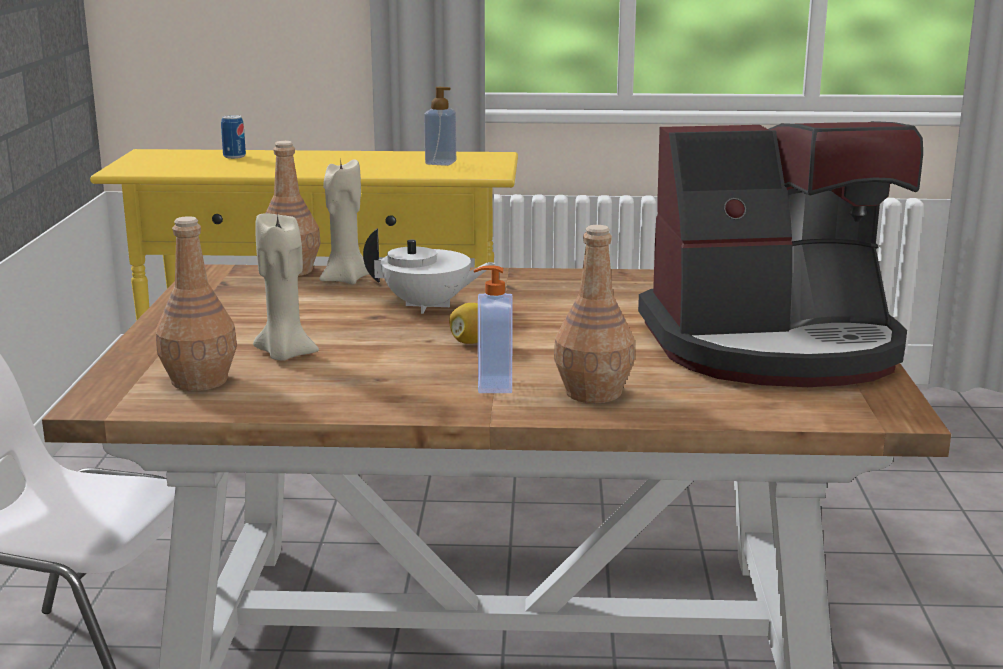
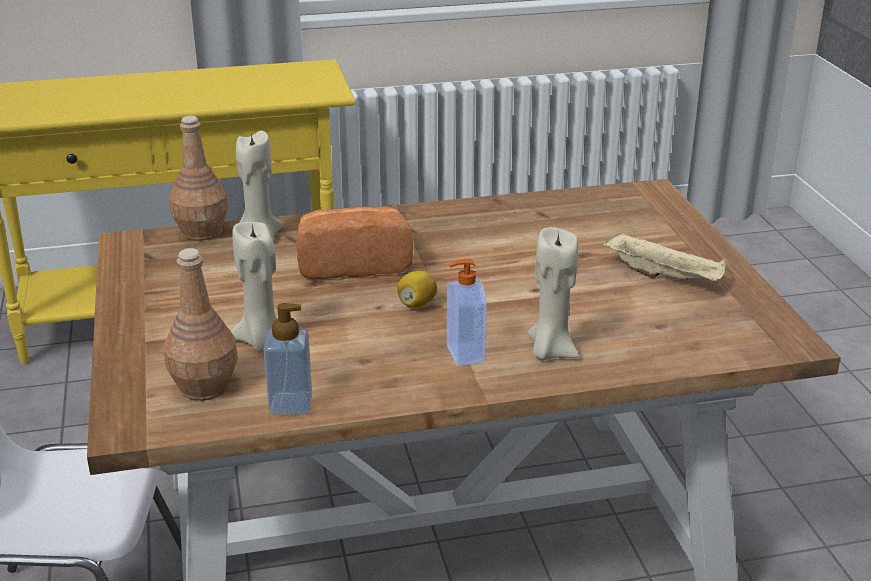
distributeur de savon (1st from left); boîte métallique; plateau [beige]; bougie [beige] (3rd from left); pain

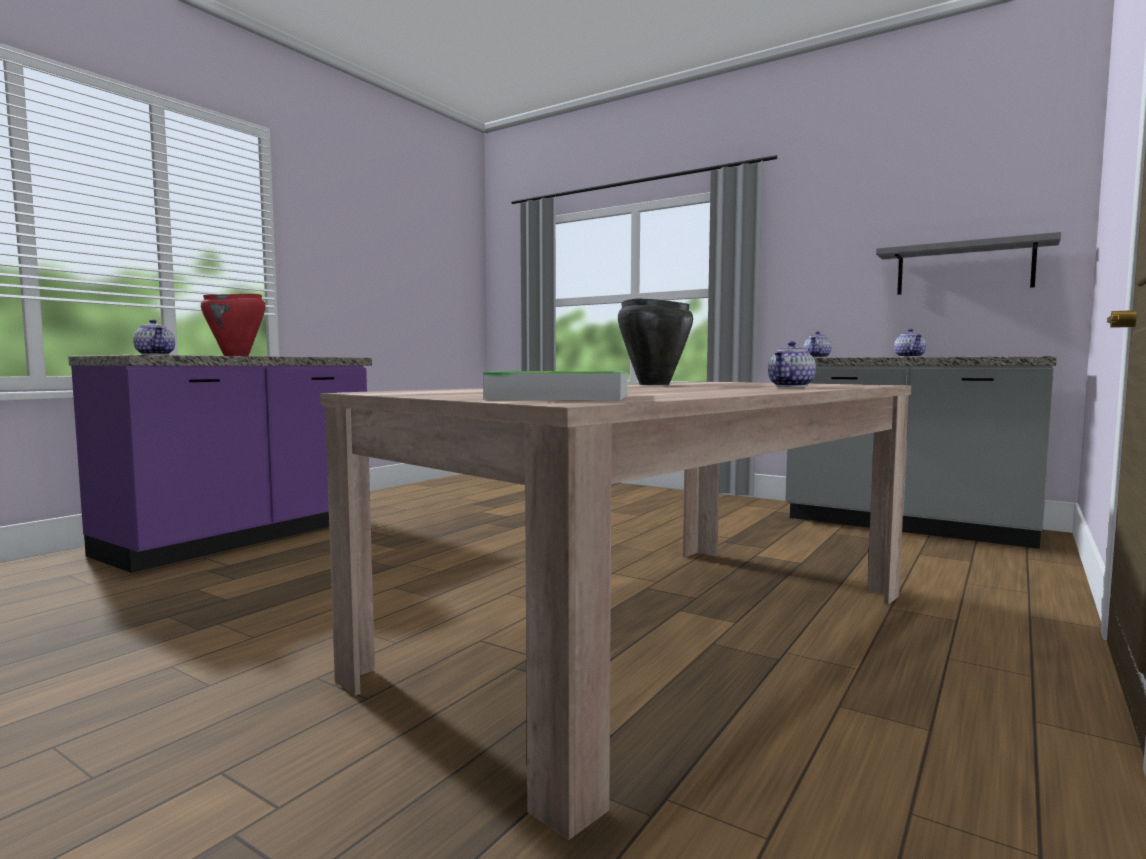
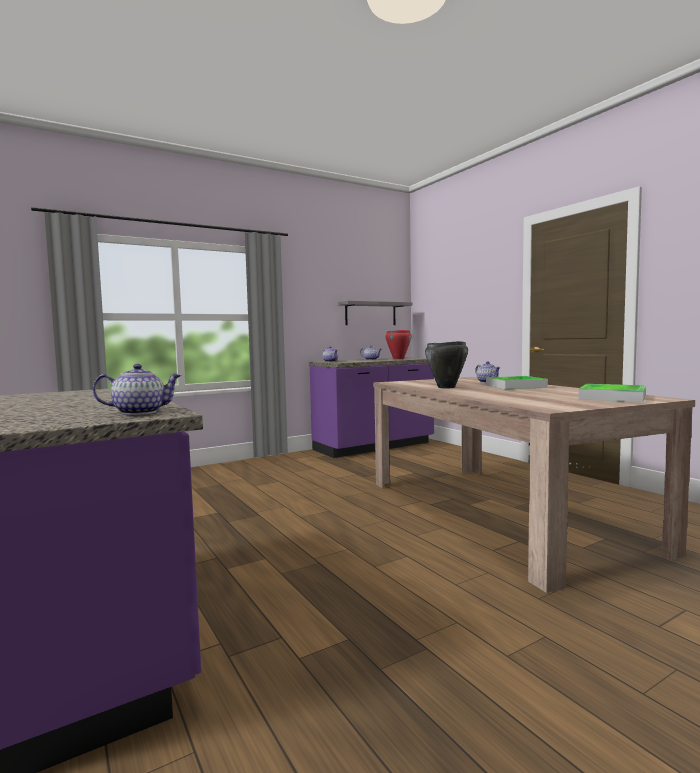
marmite [rouge]; comptoir de cuisine [violet] (2nd from left); plateau (1st from left)

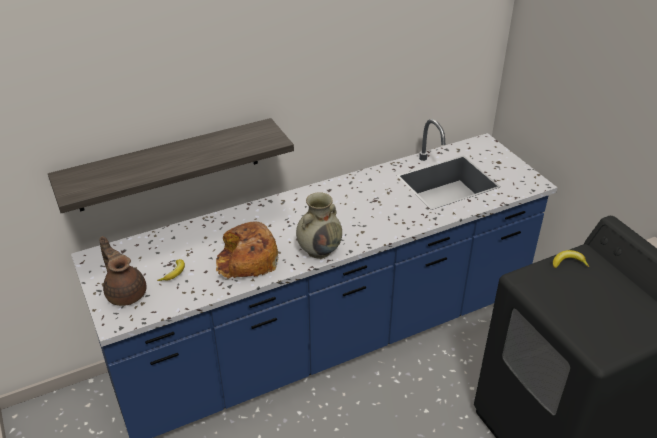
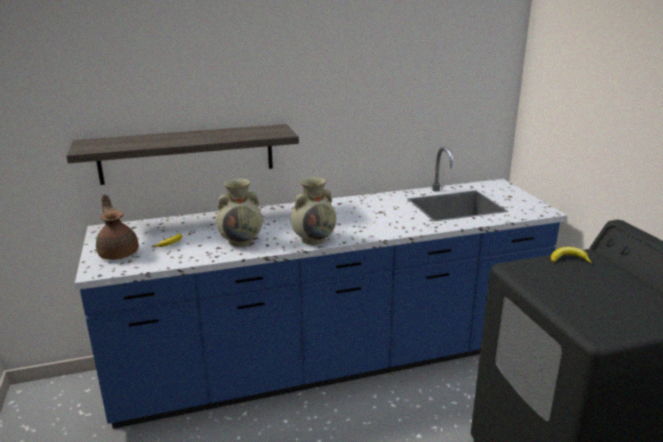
vase [beige] (1st from left)

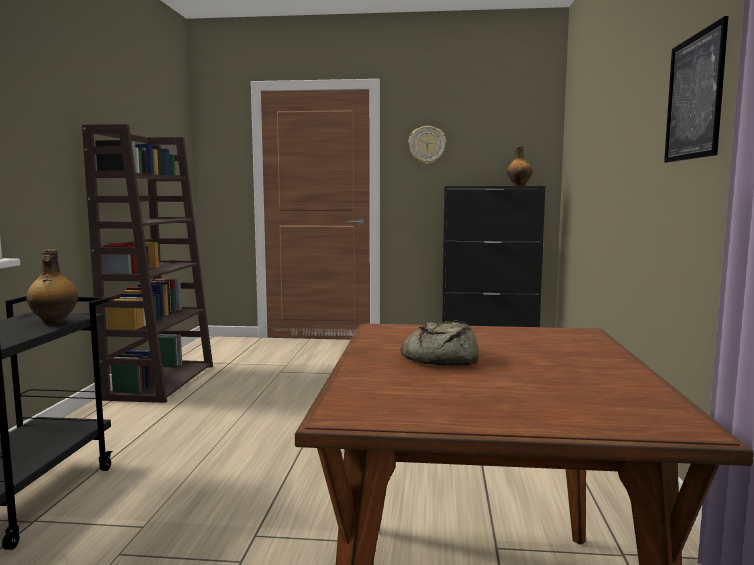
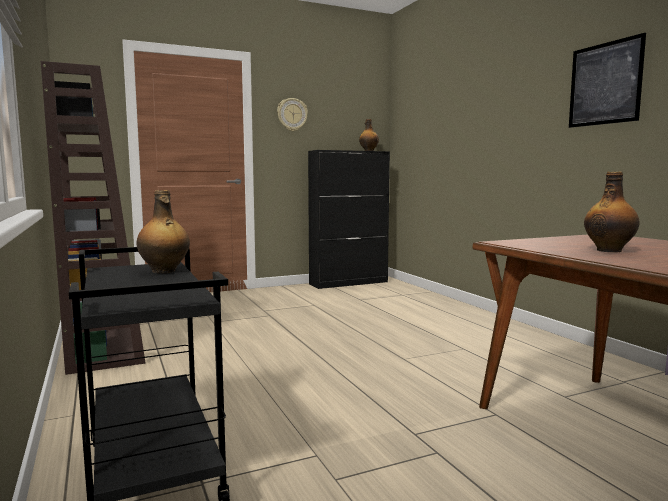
bouteille (3rd from left)

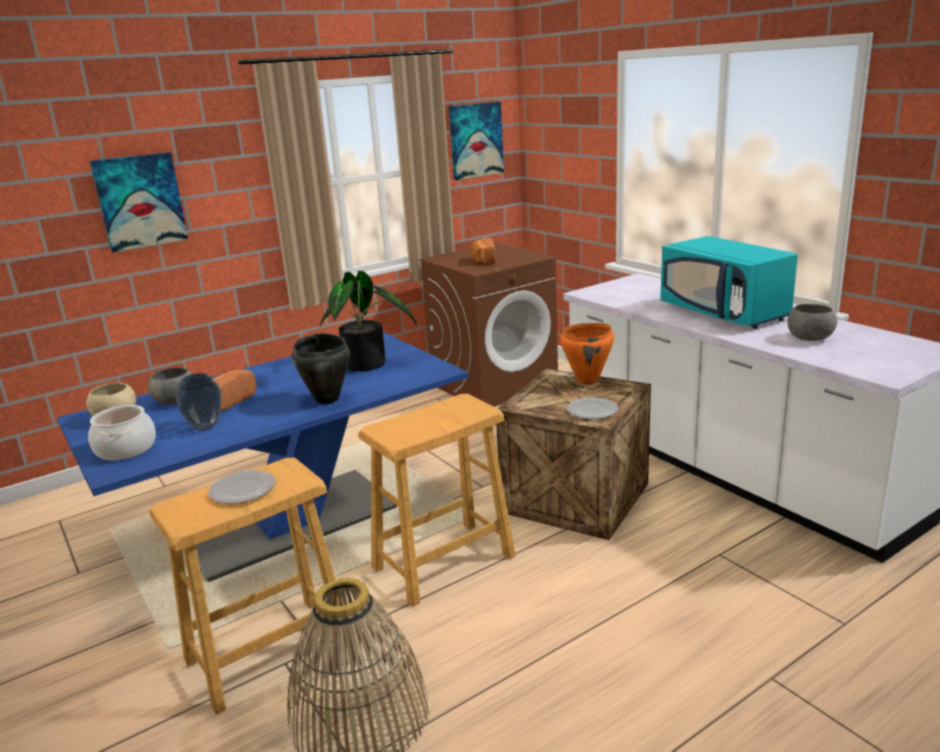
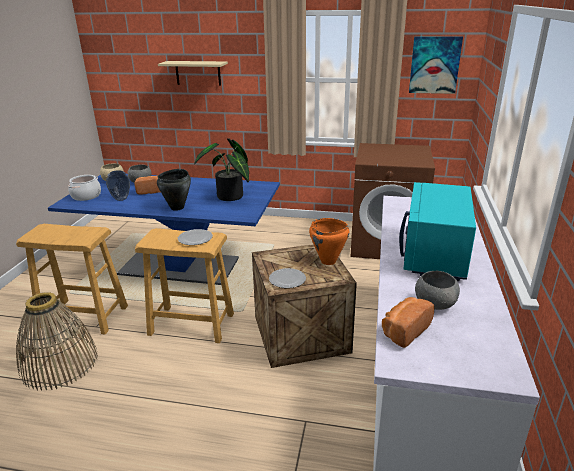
étagère [beige]; pain (2nd from left); assiette (1st from left)

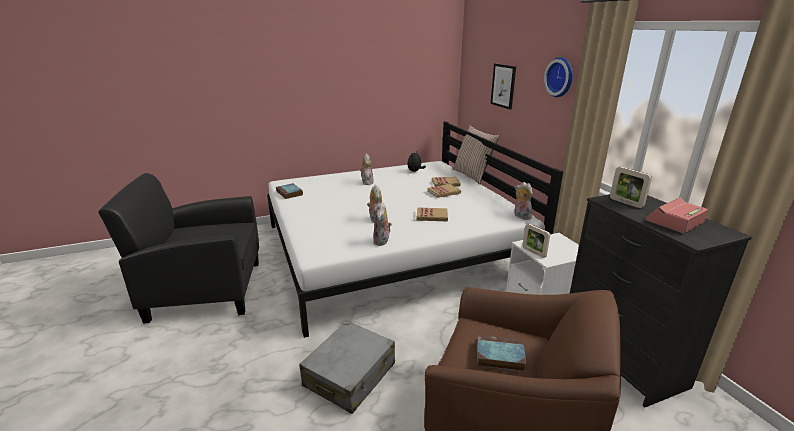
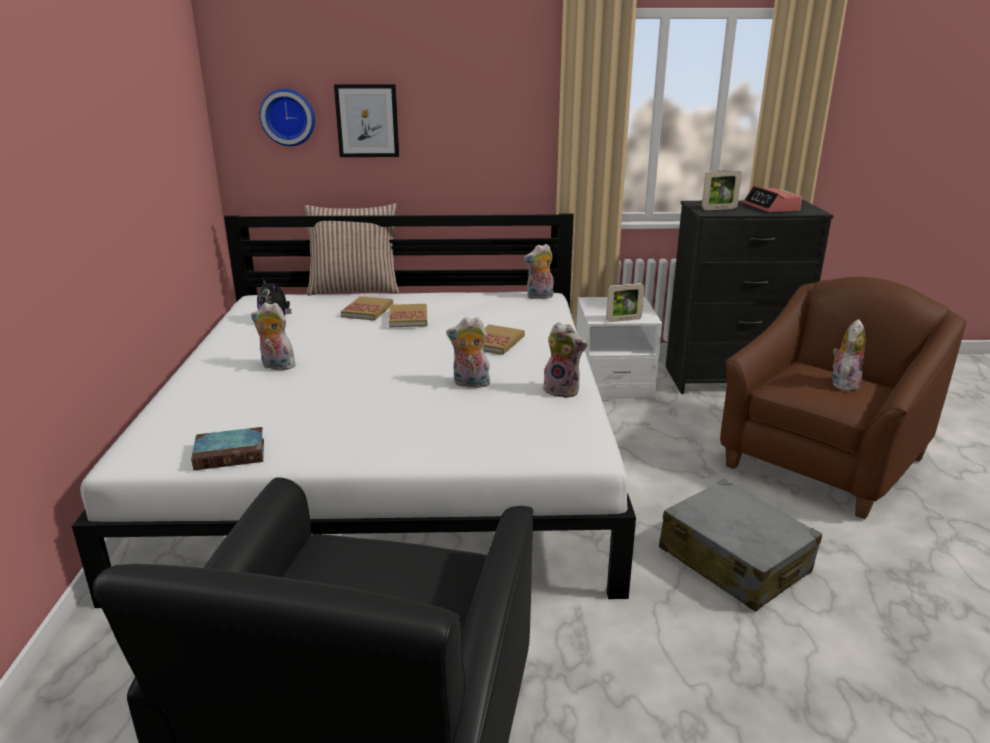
horloge murale; peluche (6th from left)

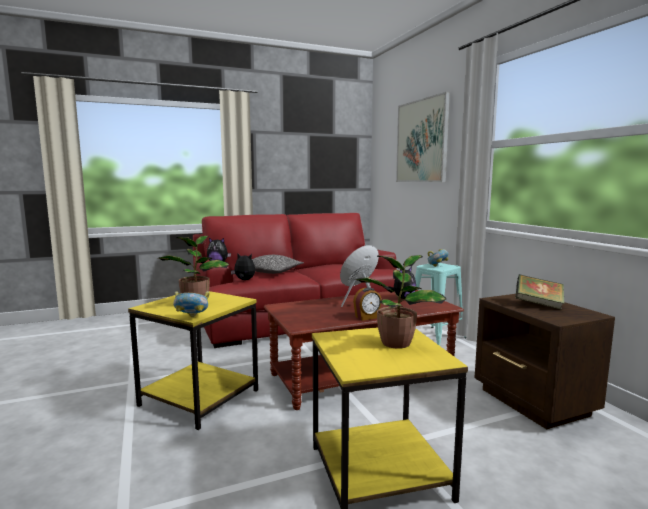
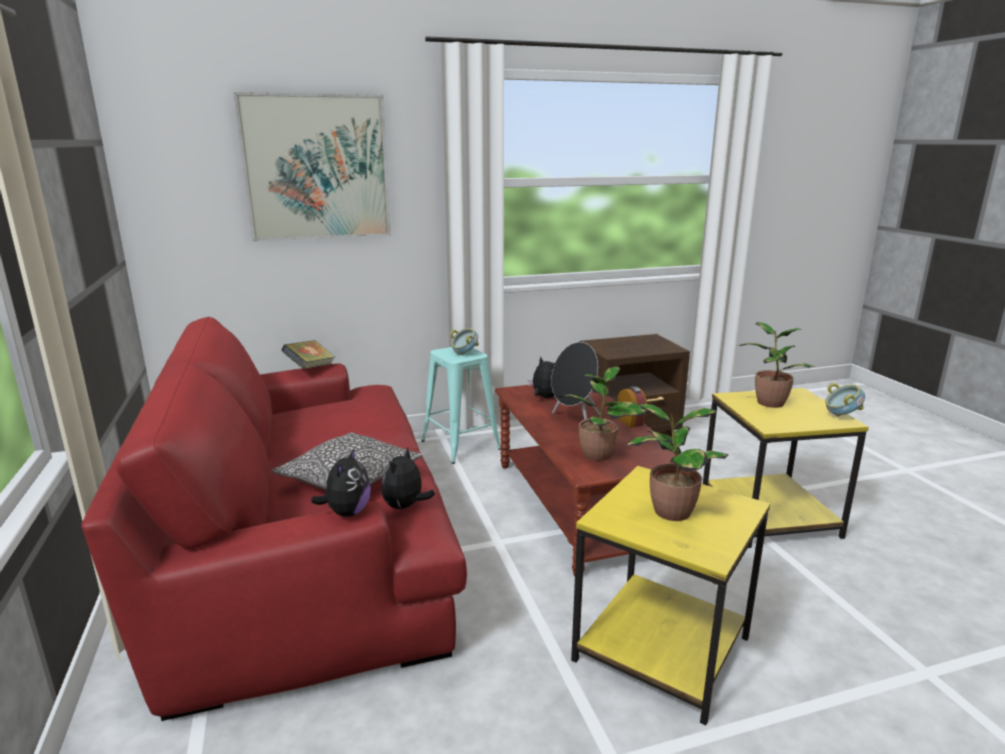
livre; bol (2nd from left); plante en pot (1st from left)

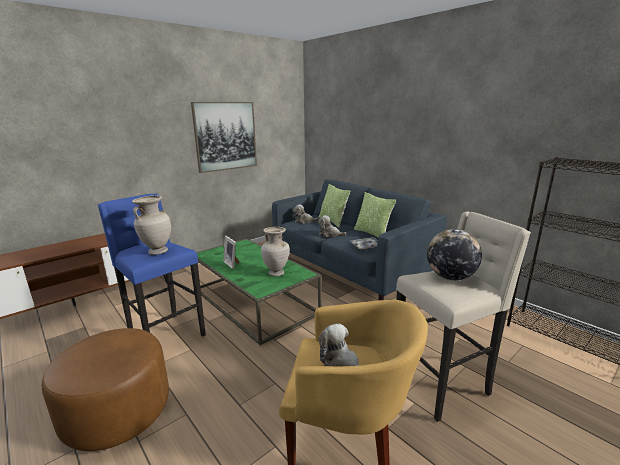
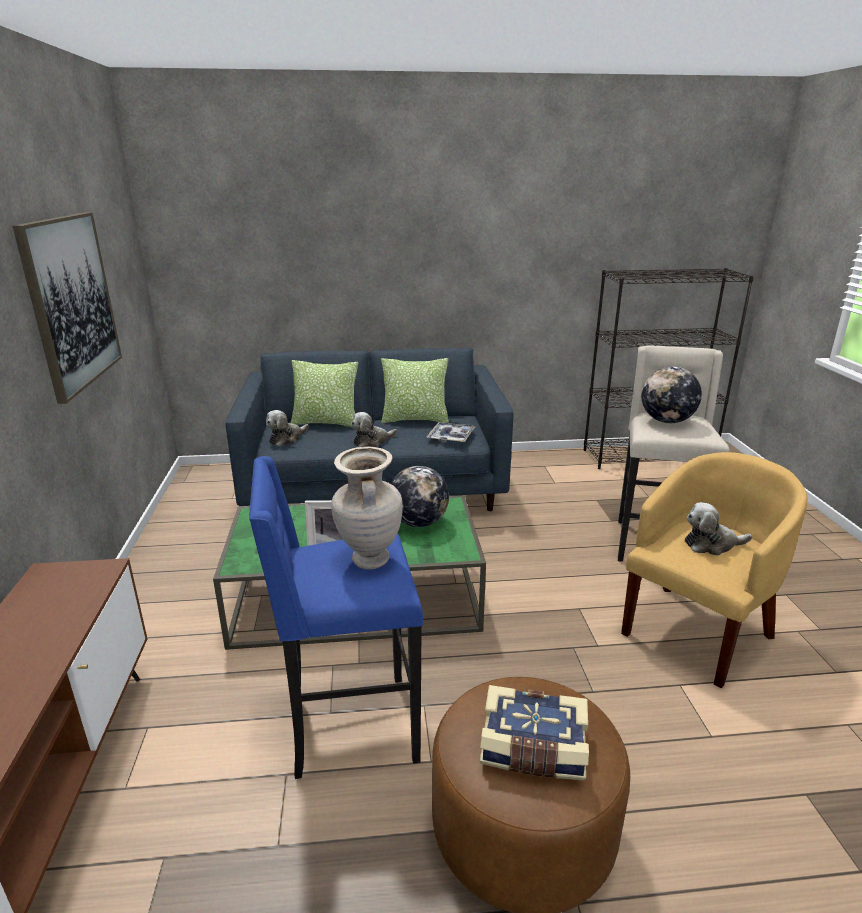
globe (1st from left); livre

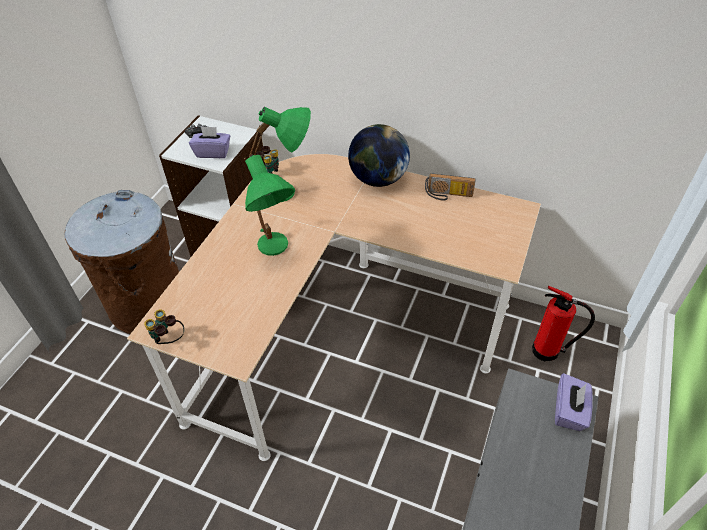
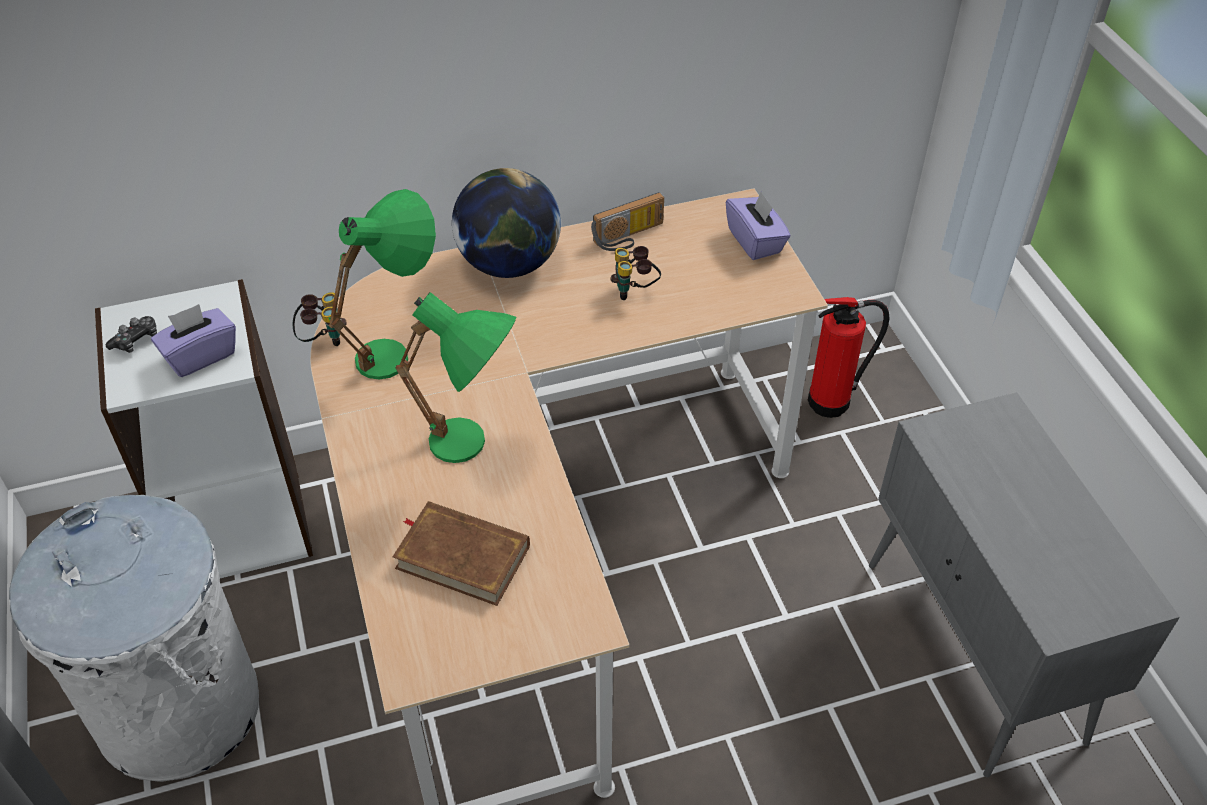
poubelle [blanc]; jumelles (2nd from left); boîte à mouchoirs [violet] (2nd from left); livre [marron]

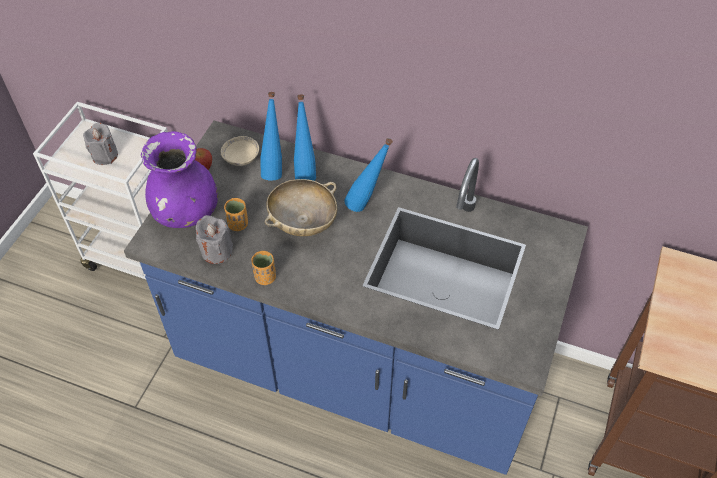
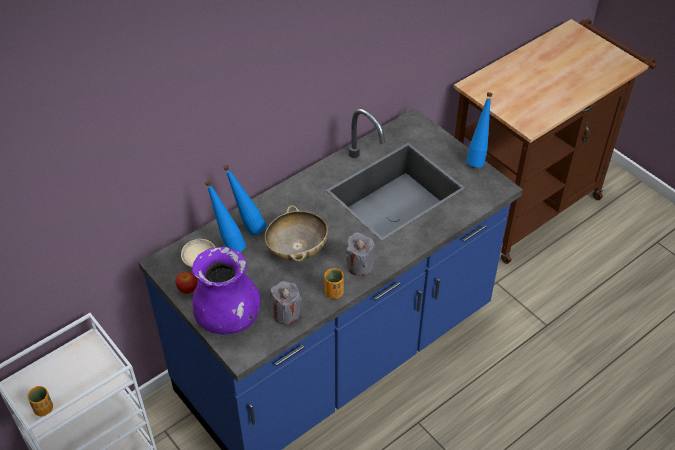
bougie [gris] (2nd from left); bouteille [bleu] (3rd from left); tasse [orange] (1st from left)

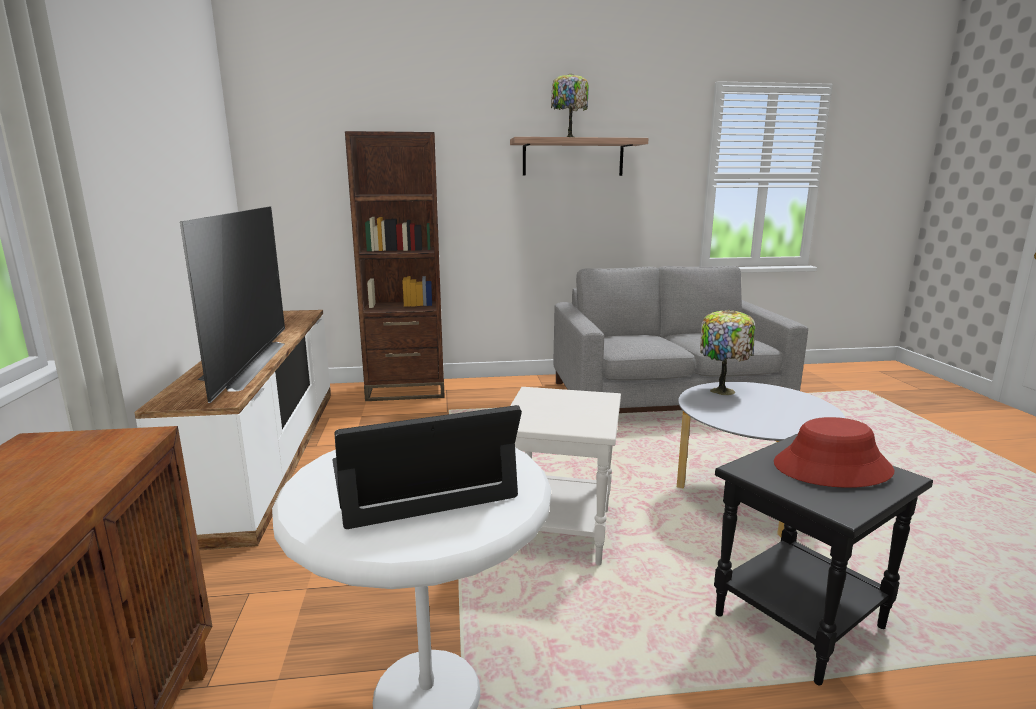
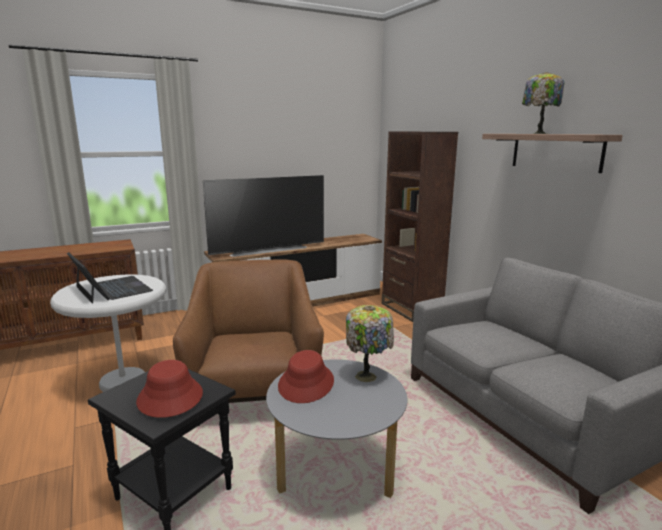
fauteuil [marron]; chapeau [rouge] (2nd from left)

